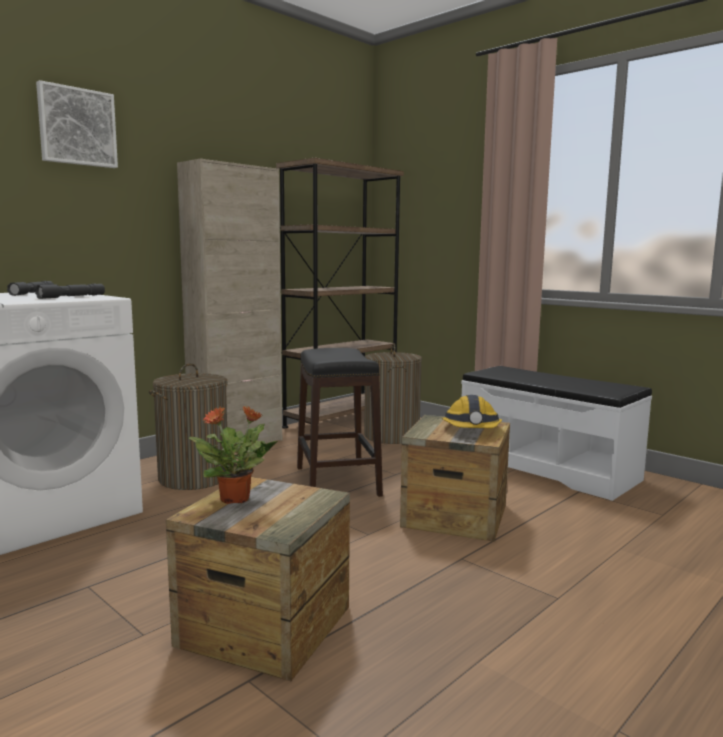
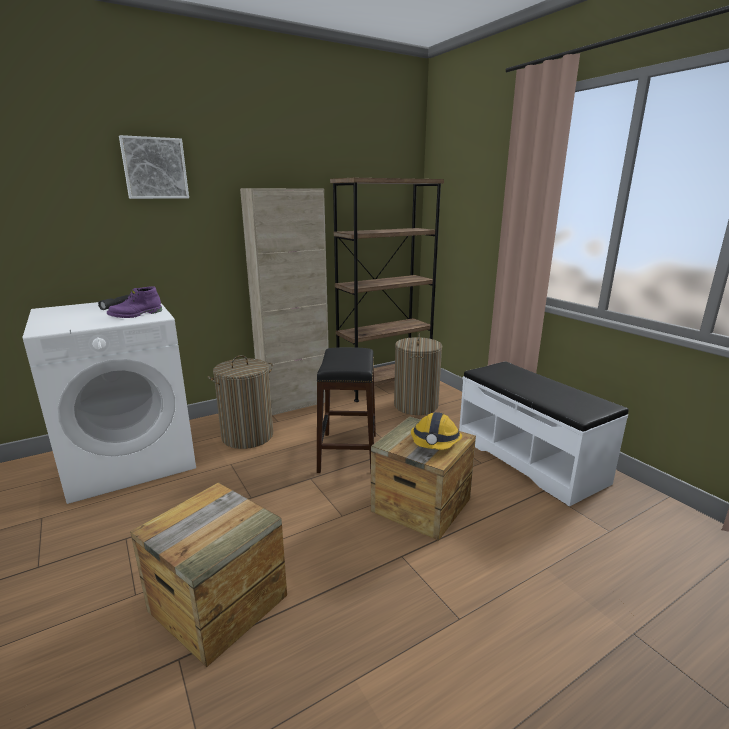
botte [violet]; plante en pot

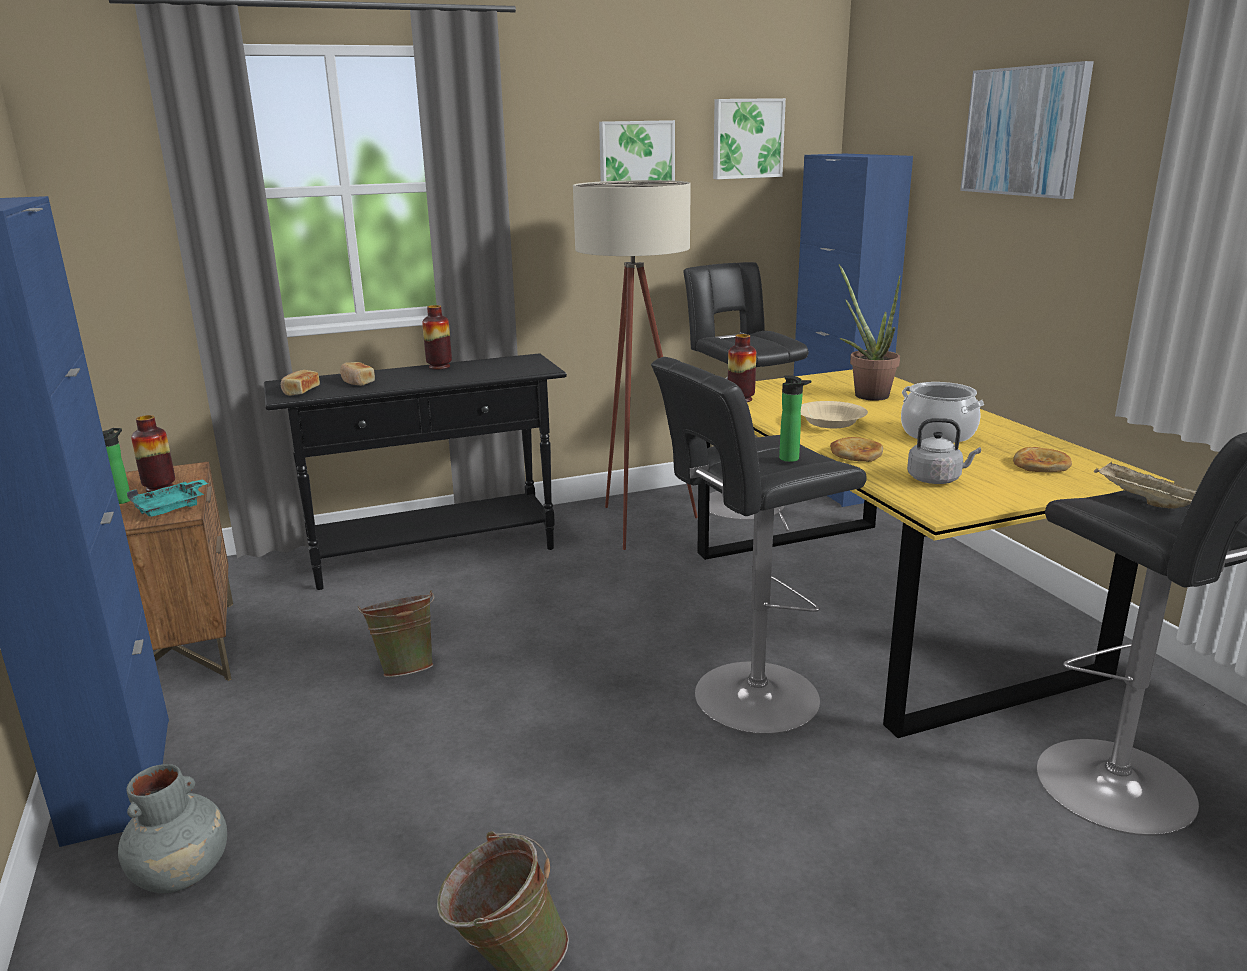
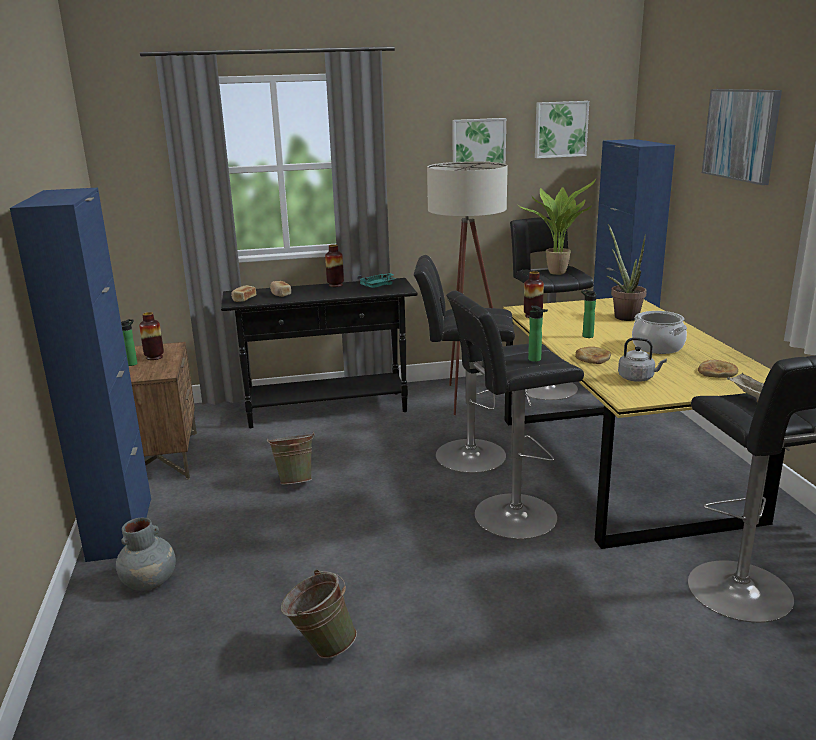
bouteille (3rd from left); plateau [turquoise]; plante en pot (1st from left); tabouret [noir] (1st from left)

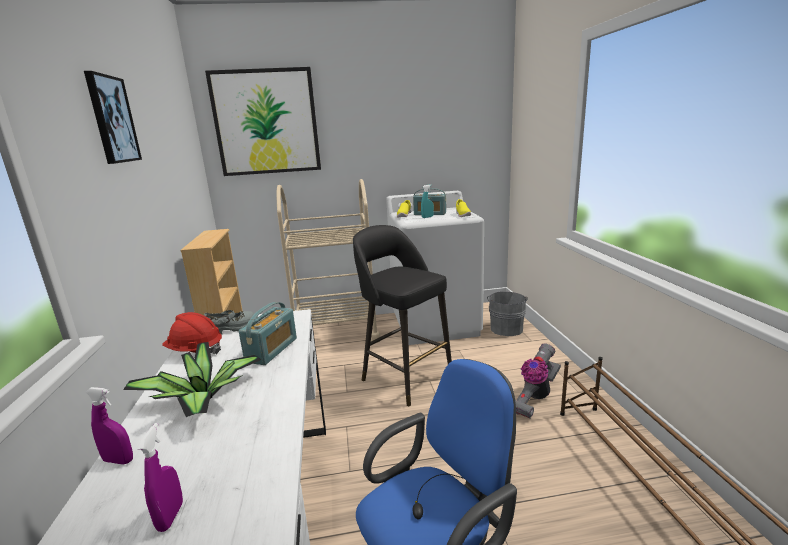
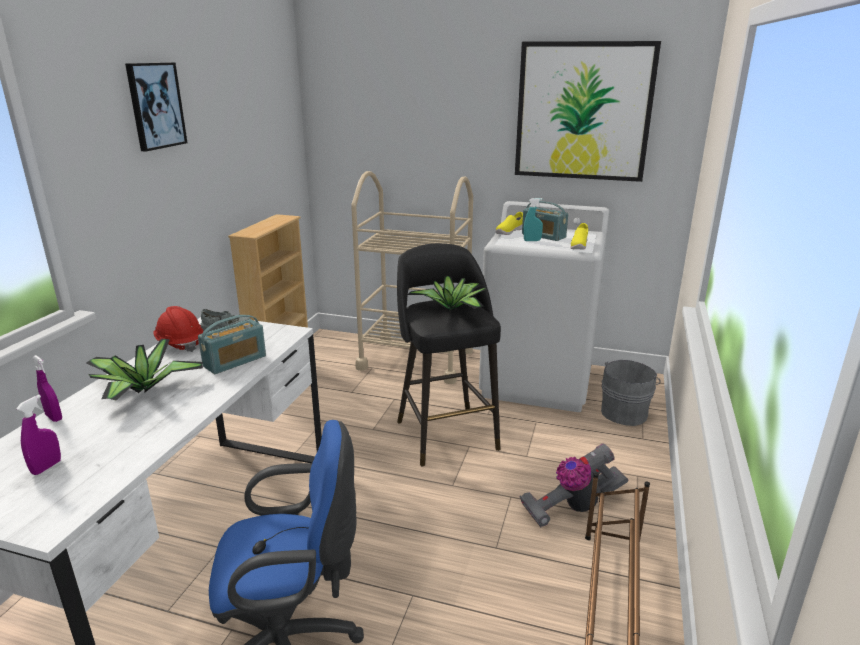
tableau (2nd from left); plante en pot (2nd from left)

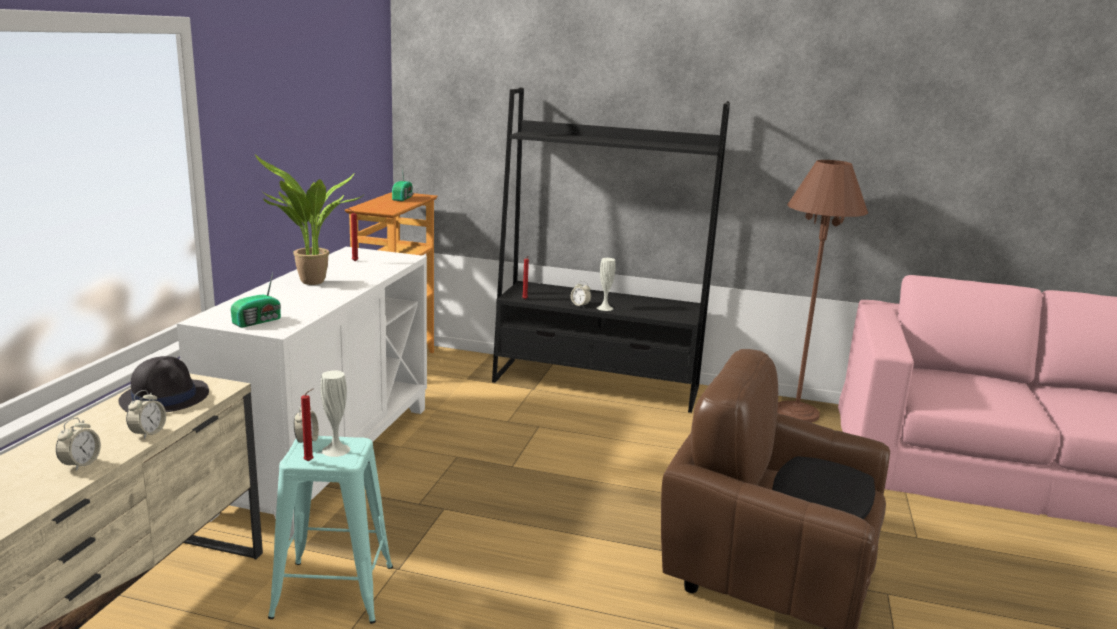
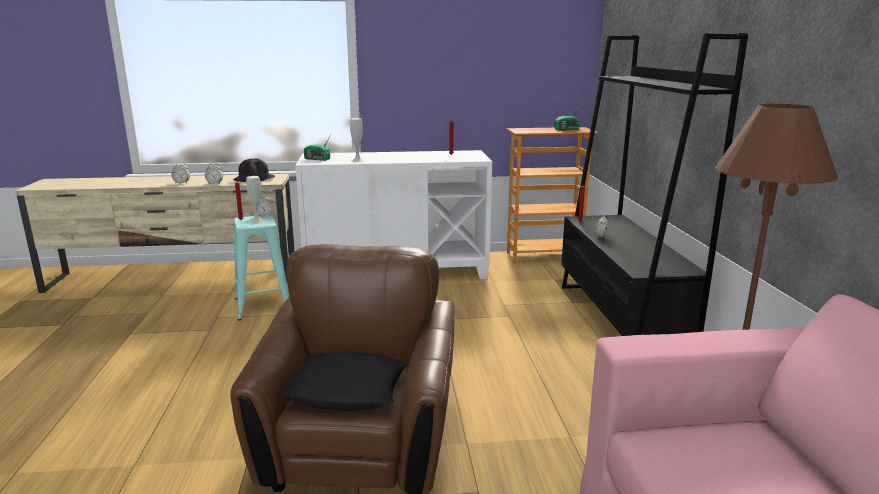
plante en pot; vase [blanc] (2nd from left)

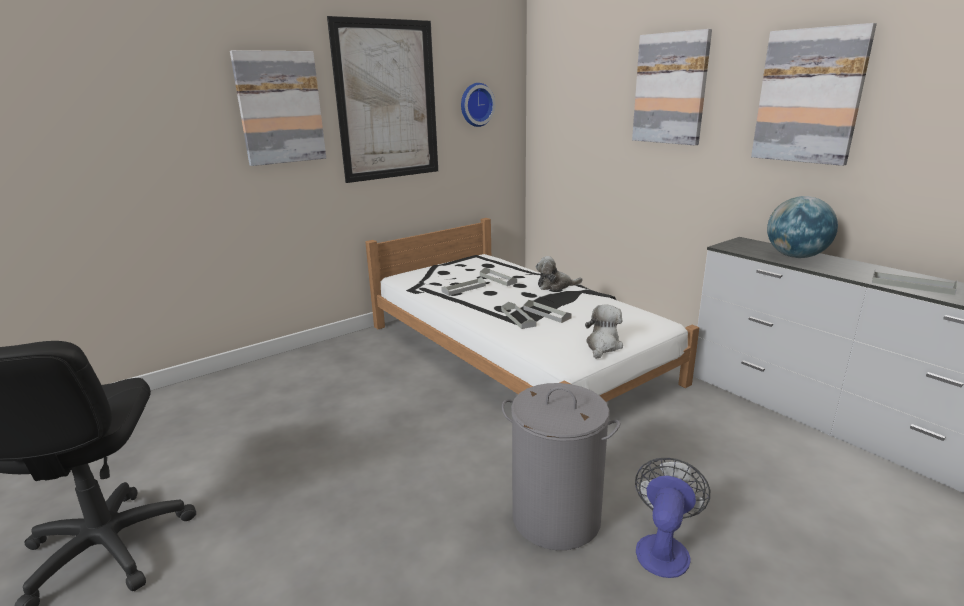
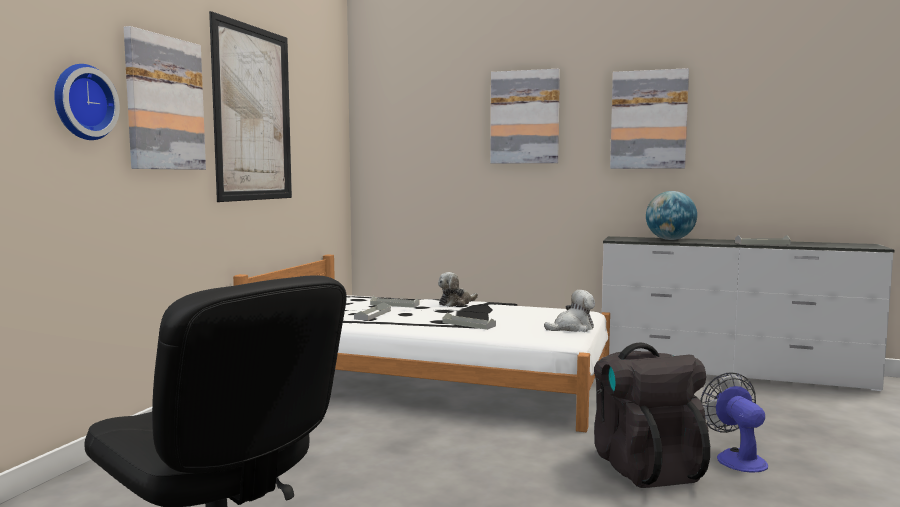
horloge murale; plateau [gris] (4th from left in the first image); peluche (2nd from left); sac à dos [noir]

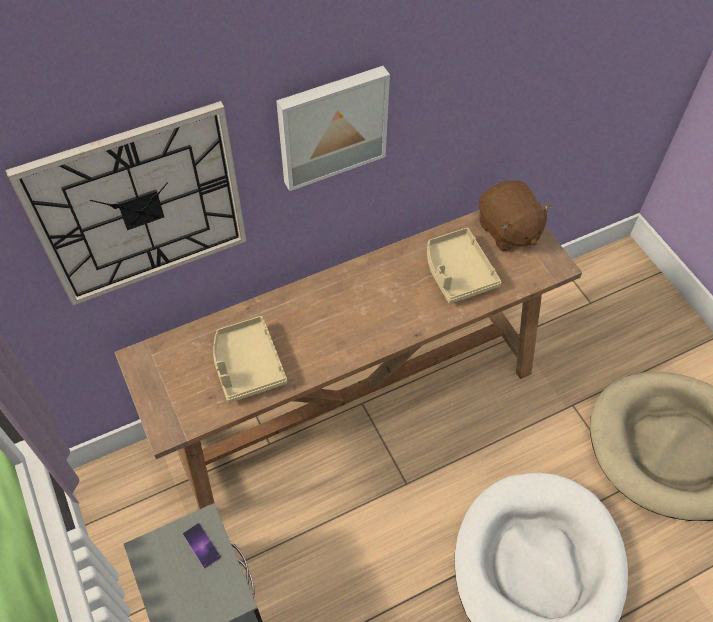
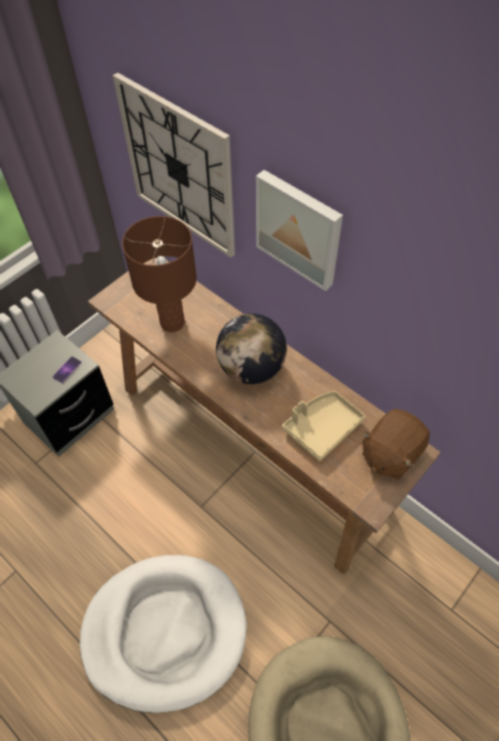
lampe de table [marron]; globe

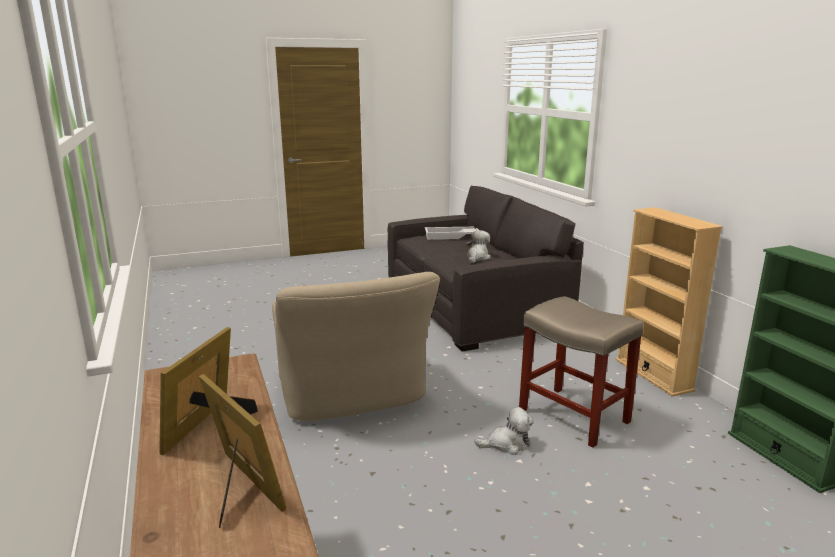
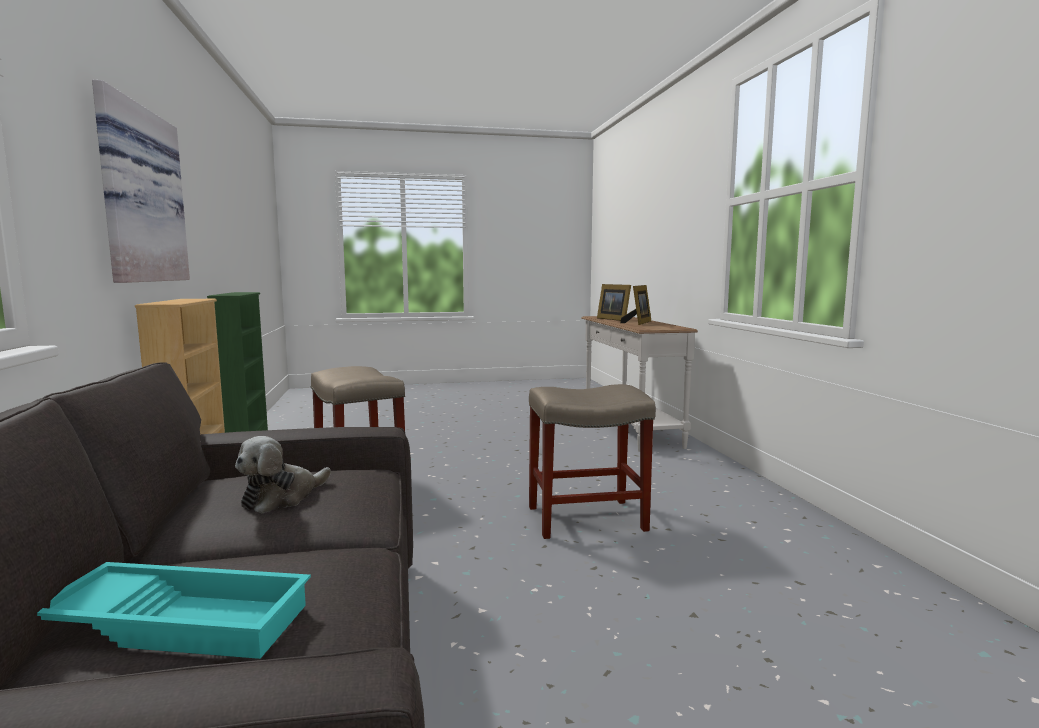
plateau [turquoise]; tabouret [beige] (2nd from left); peluche (2nd from left in the first image); tableau

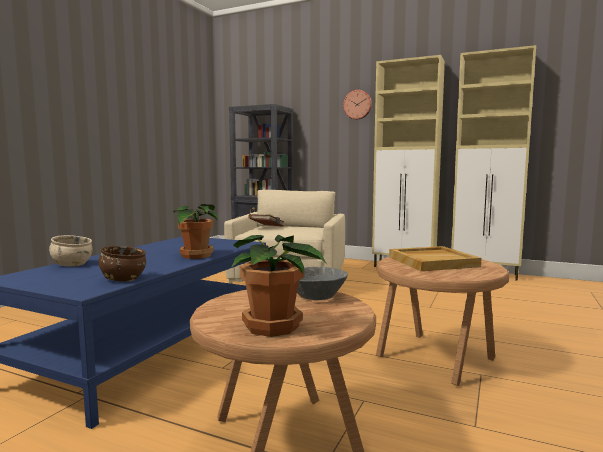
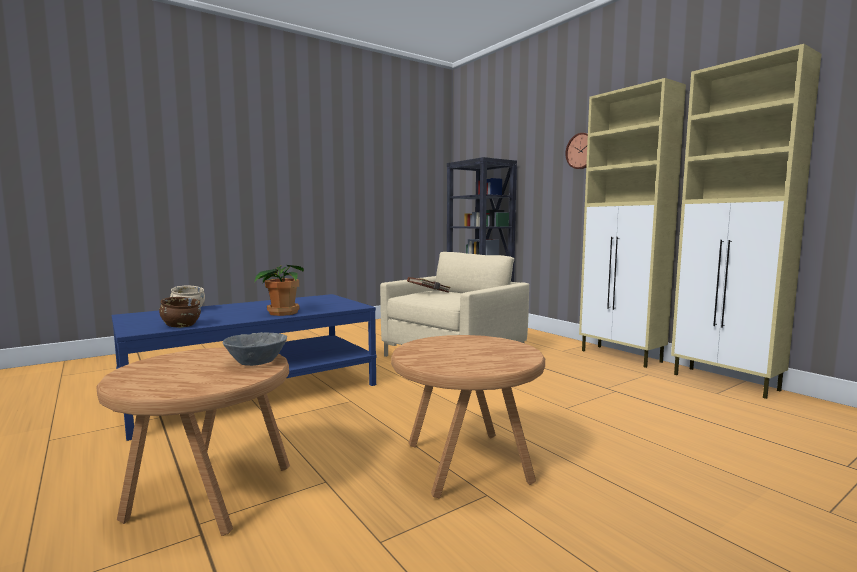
plante en pot (2nd from left in the first image); plateau [beige]

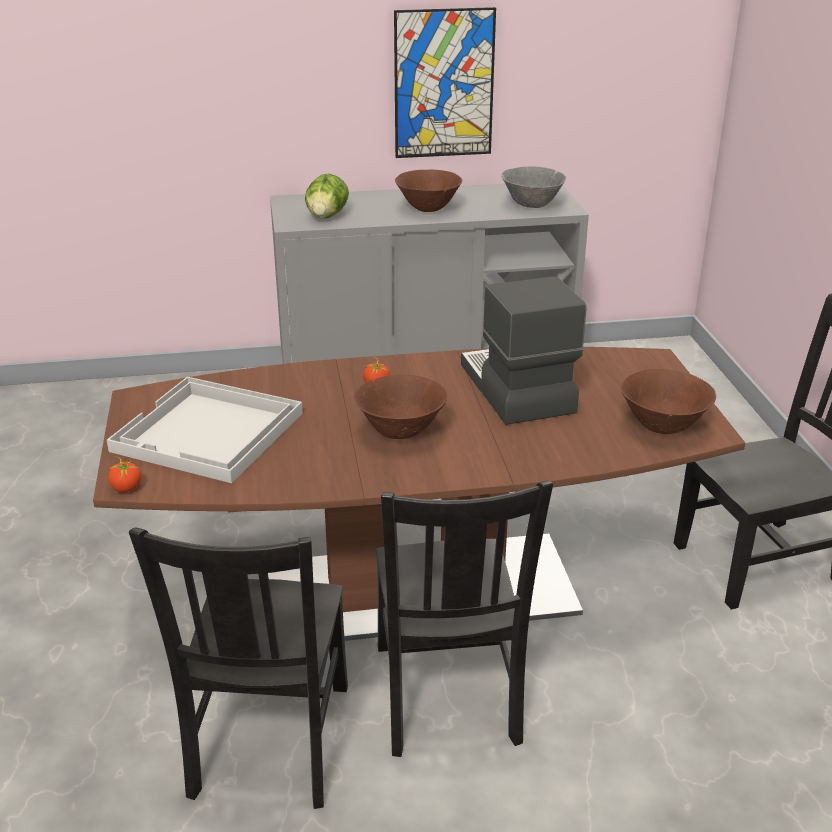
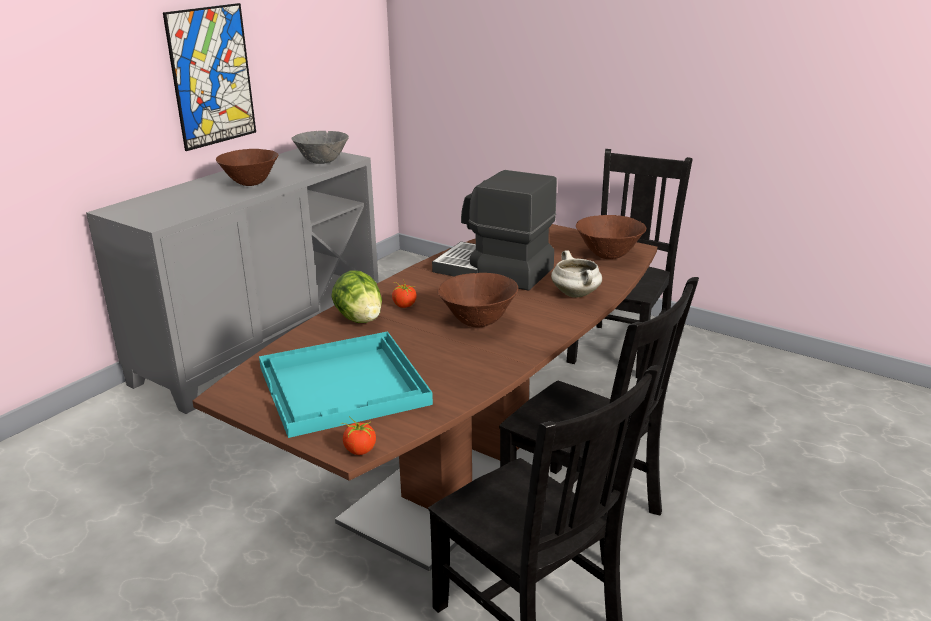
laitue; plateau [turquoise]; marmite [blanc]

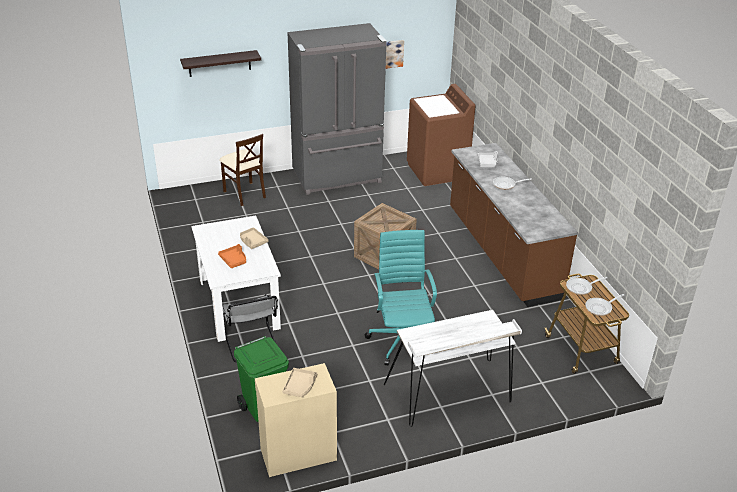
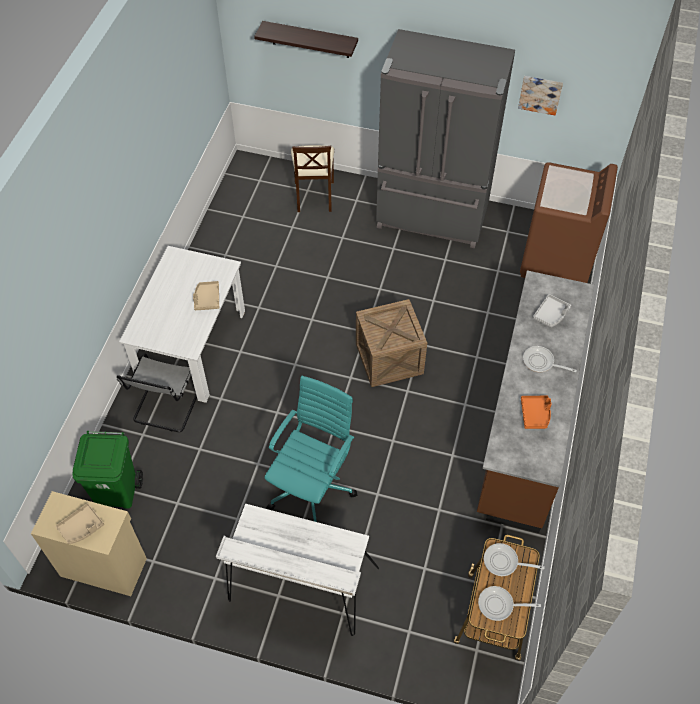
plateau [orange]

